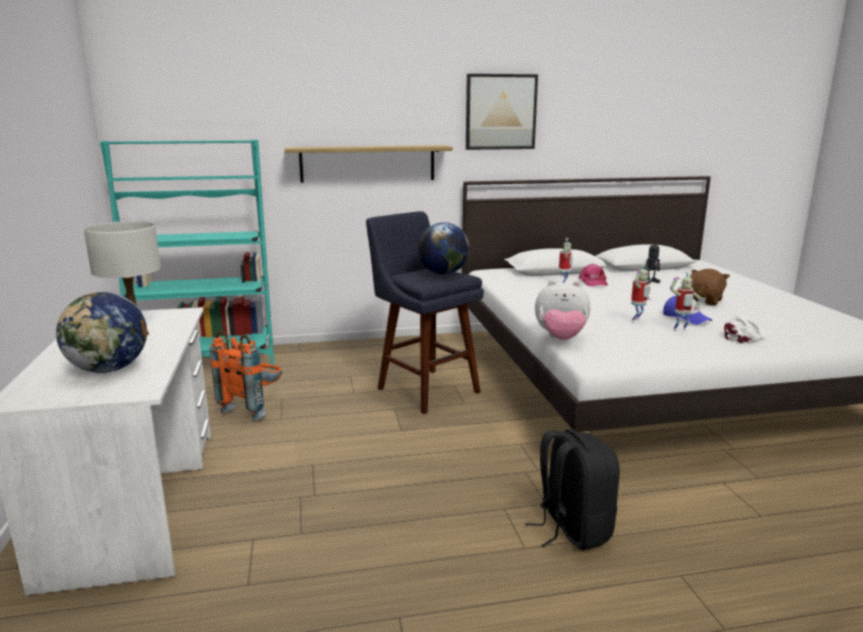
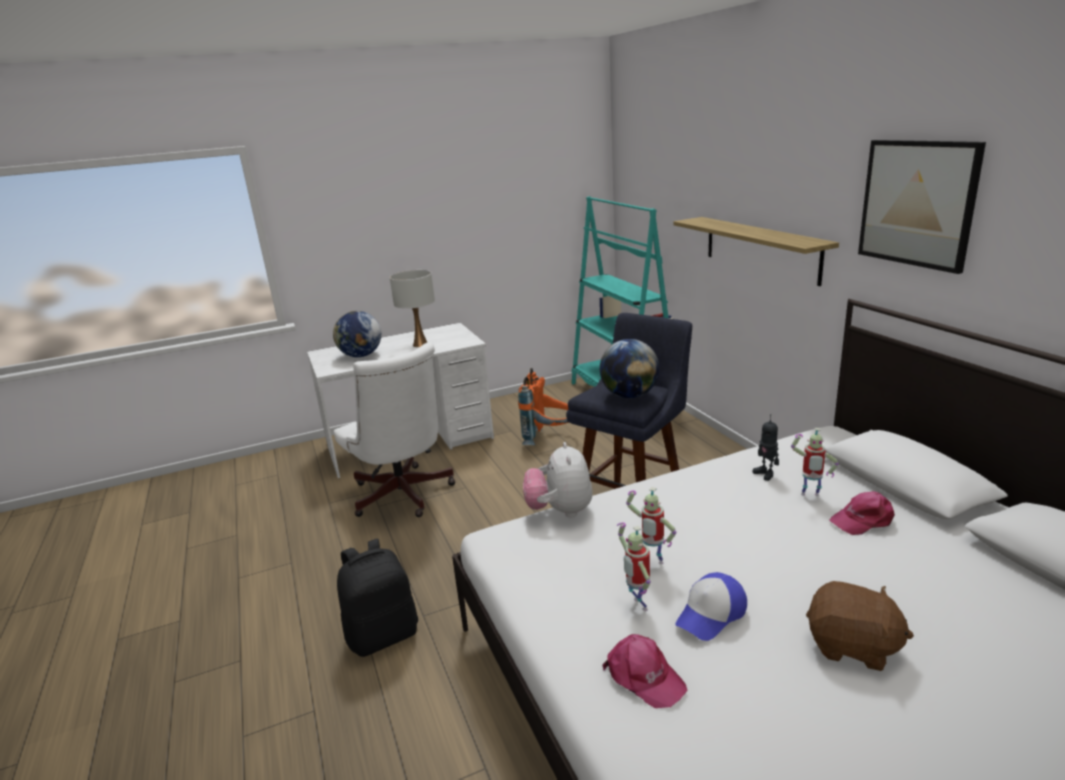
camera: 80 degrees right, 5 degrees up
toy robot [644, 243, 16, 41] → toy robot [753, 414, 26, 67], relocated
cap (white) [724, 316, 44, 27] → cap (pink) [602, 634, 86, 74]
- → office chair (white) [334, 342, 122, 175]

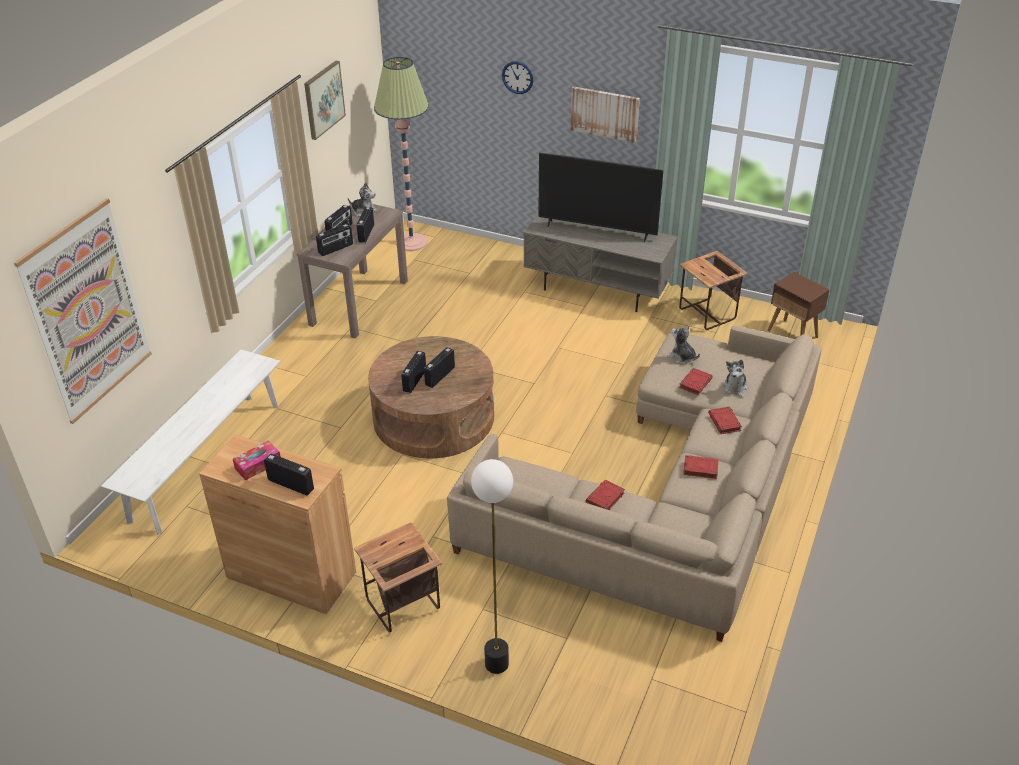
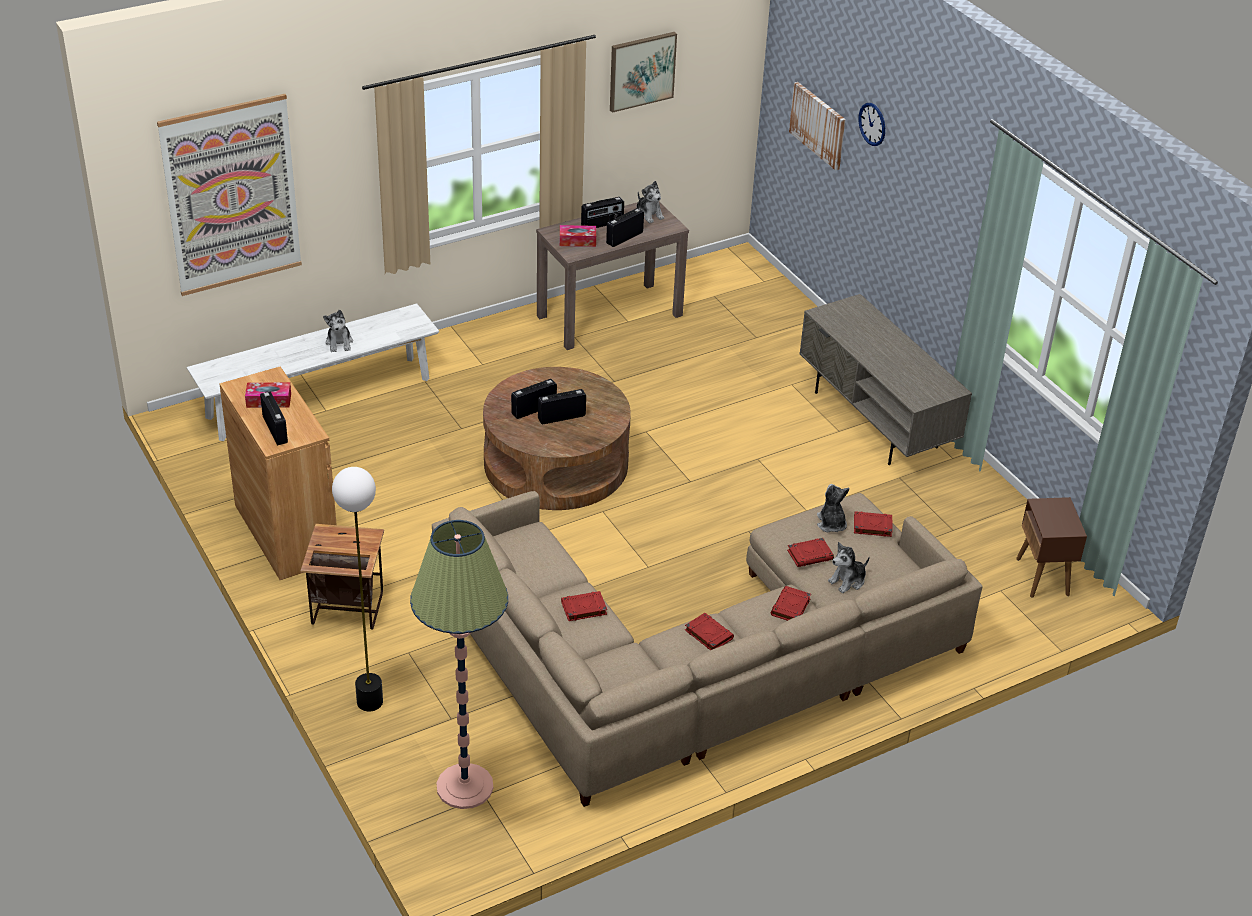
camera: 35 degrees right, 0 degrees up
radio [316, 224, 37, 32] → tissue box [560, 225, 36, 22]
floor lamp [374, 57, 55, 194] → floor lamp [410, 520, 98, 289], relocated
television [538, 153, 125, 89] → -
picture [571, 86, 69, 57] → picture [789, 82, 57, 89], relocated
side table [679, 251, 69, 79] → -
- → plush toy [323, 310, 30, 42]
- → book (red) [854, 511, 39, 26]

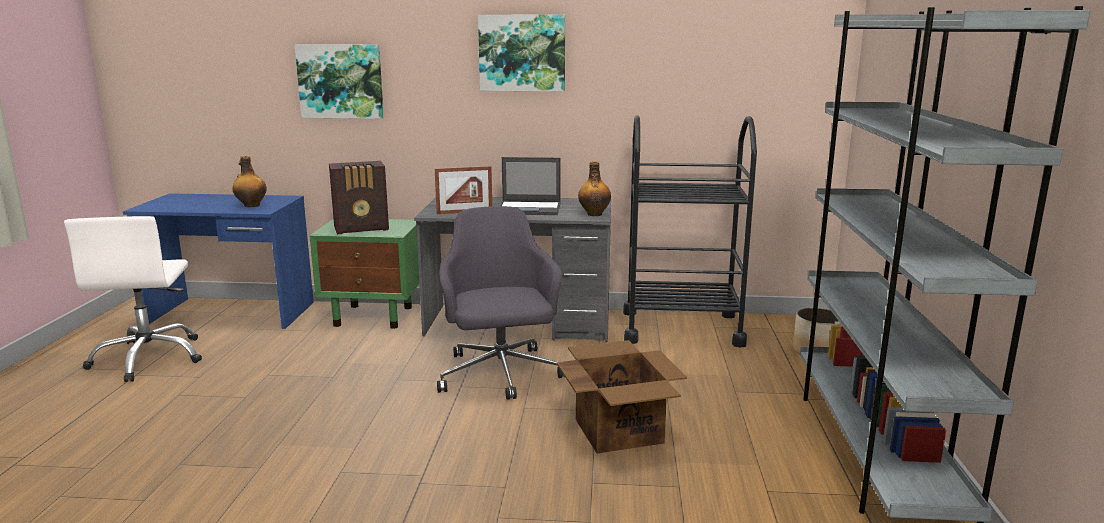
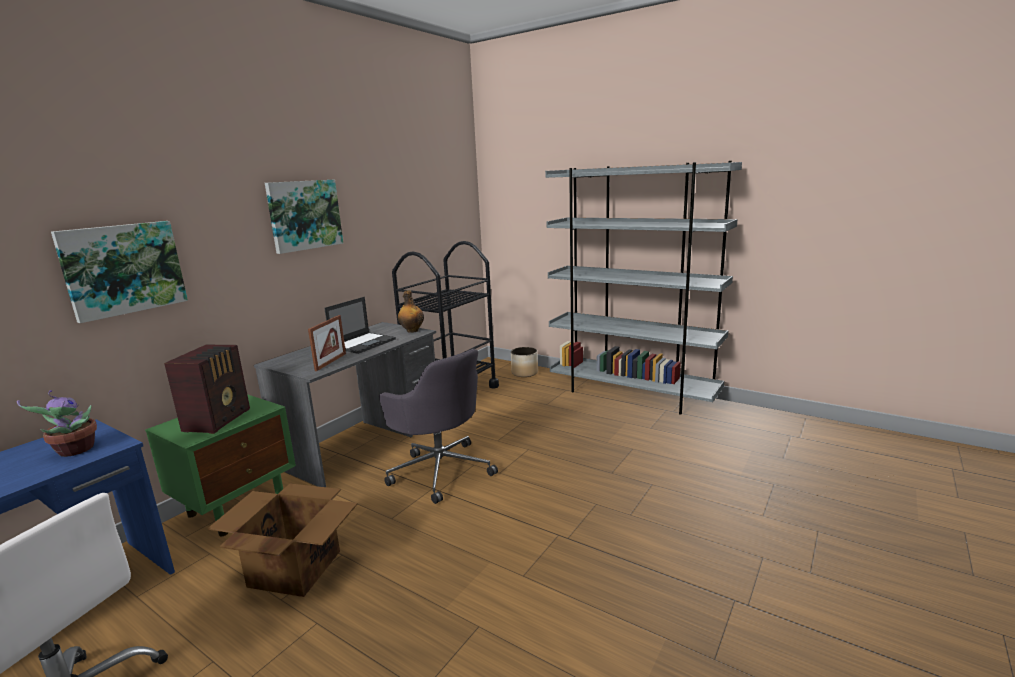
camera: 60 degrees left, 0 degrees up
bottle [232, 156, 35, 51] → potted plant [17, 390, 80, 67]
office chair (grey) [437, 206, 129, 194] → office chair (grey) [379, 349, 119, 155], 150 degrees counterclockwise
cardboard box [557, 340, 130, 113] → cardboard box [208, 484, 150, 113], relocated

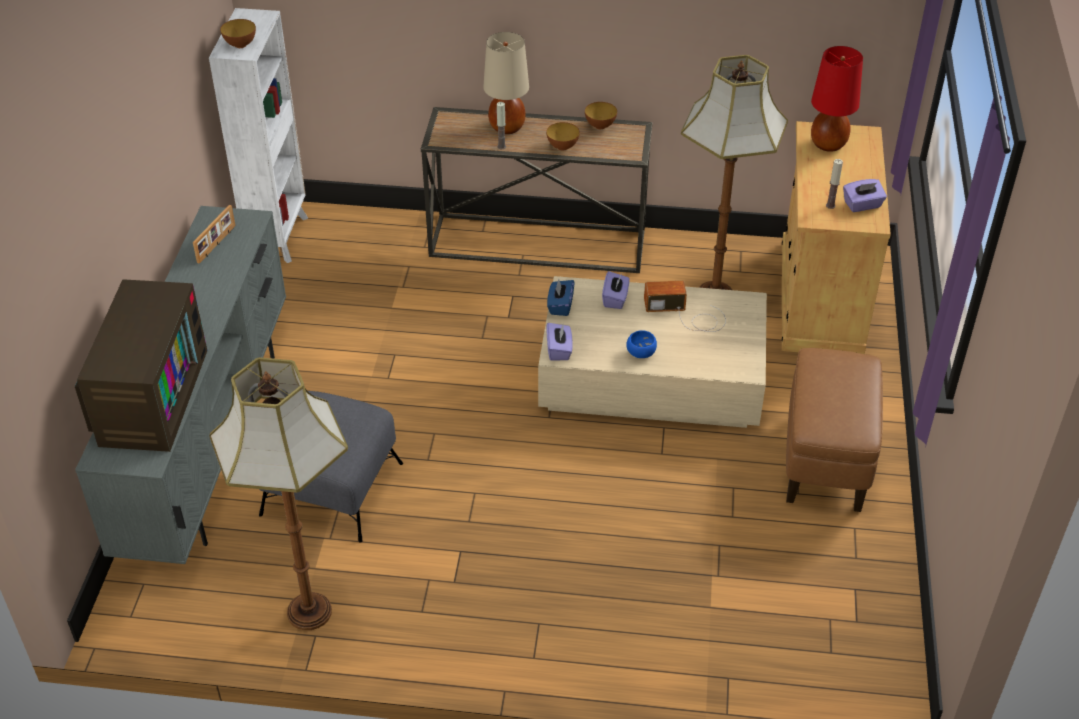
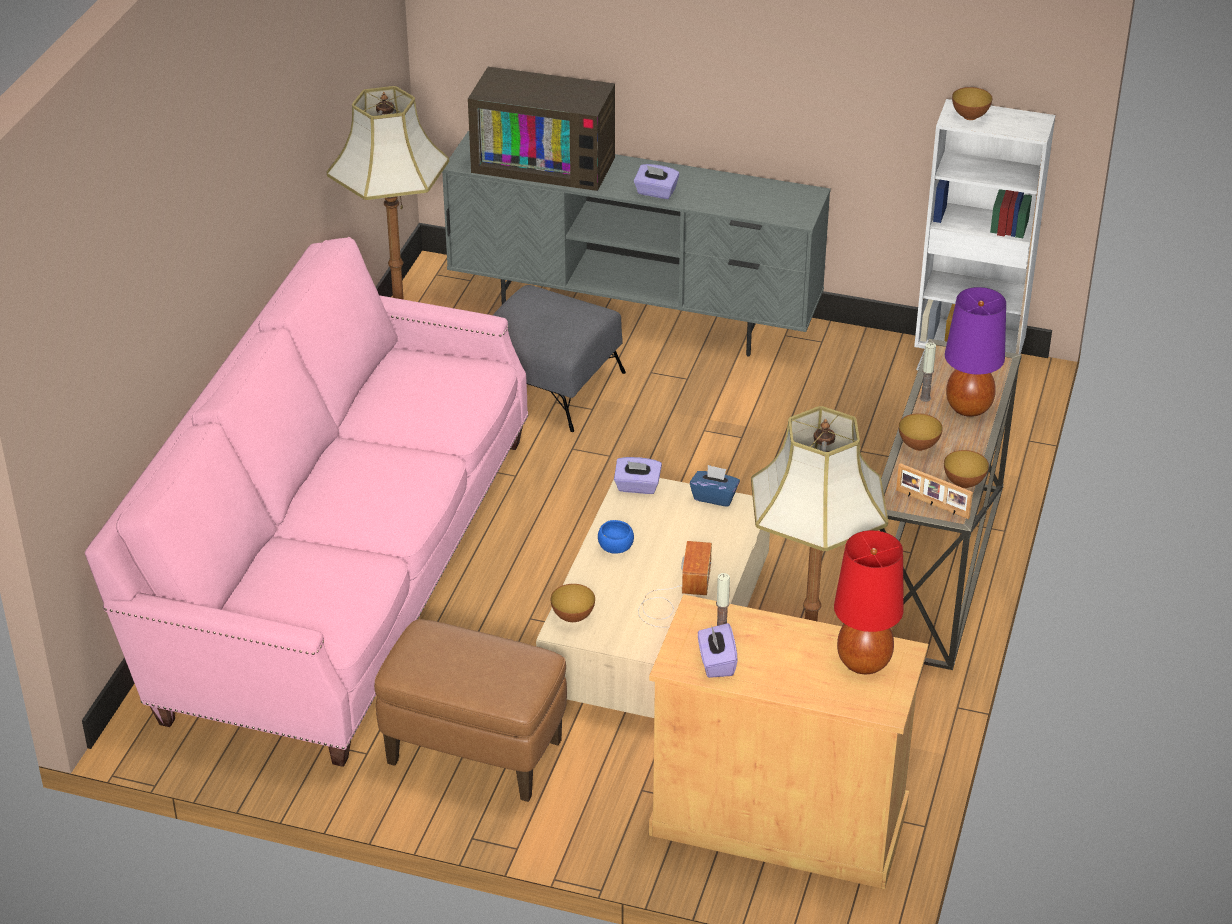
camera: 100 degrees right, 5 degrees down
picture frame [193, 205, 42, 59] → picture frame [896, 463, 77, 56], relocated
table lamp (beige) [483, 32, 46, 102] → table lamp (purple) [945, 287, 61, 130]
tissue box (purple) [602, 271, 27, 38] → tissue box (purple) [634, 164, 46, 35], relocated
- → sofa (pink) [85, 237, 443, 530]
- → bowl [551, 584, 44, 38]

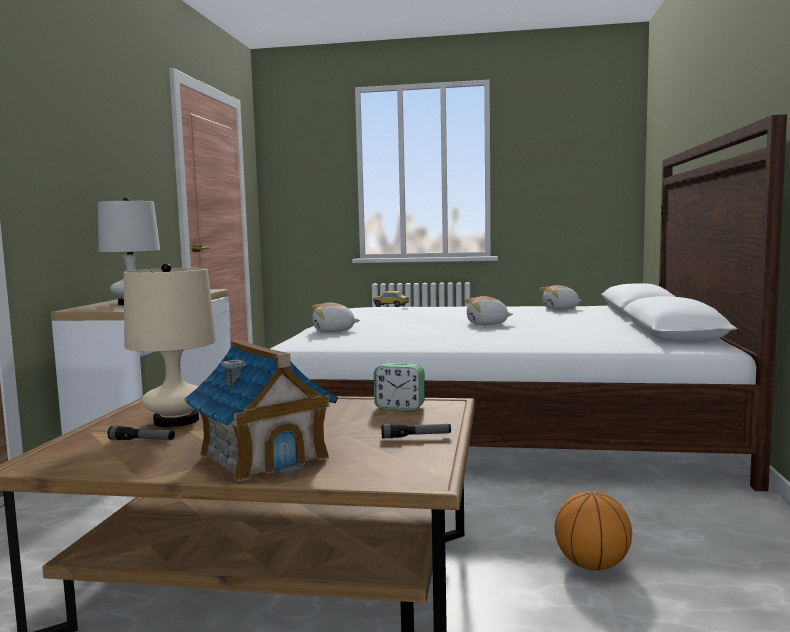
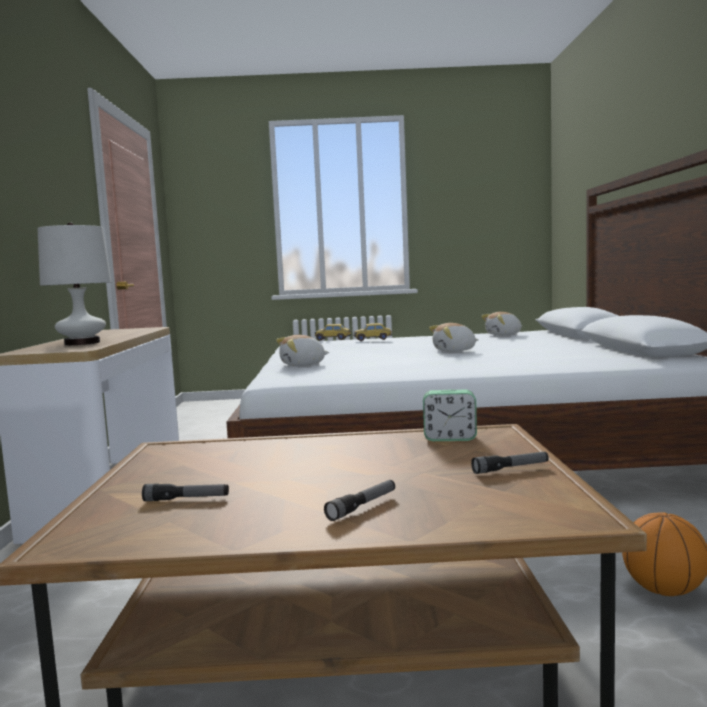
camera: 10 degrees left, 0 degrees up
table lamp (beige) [124, 263, 92, 164] → -
toy house [184, 340, 154, 142] → flashlight [324, 480, 71, 41]
- → toy car [354, 323, 38, 18]

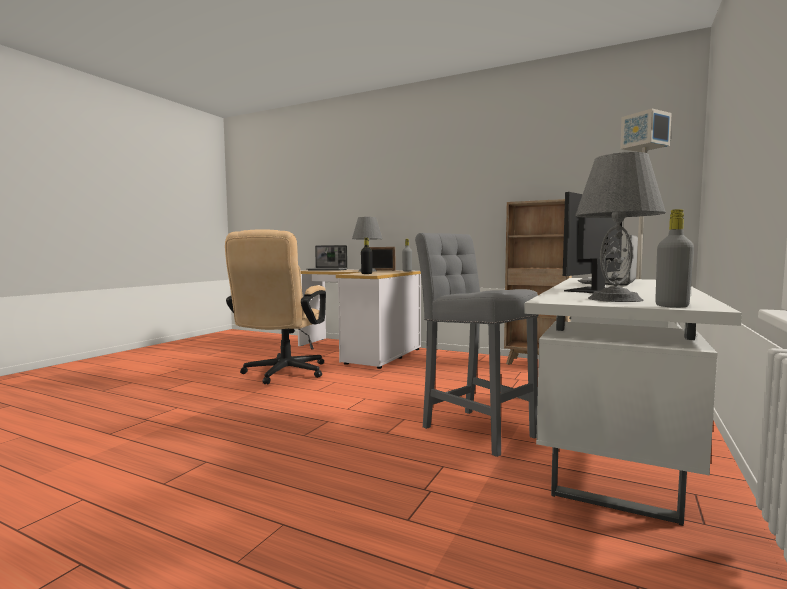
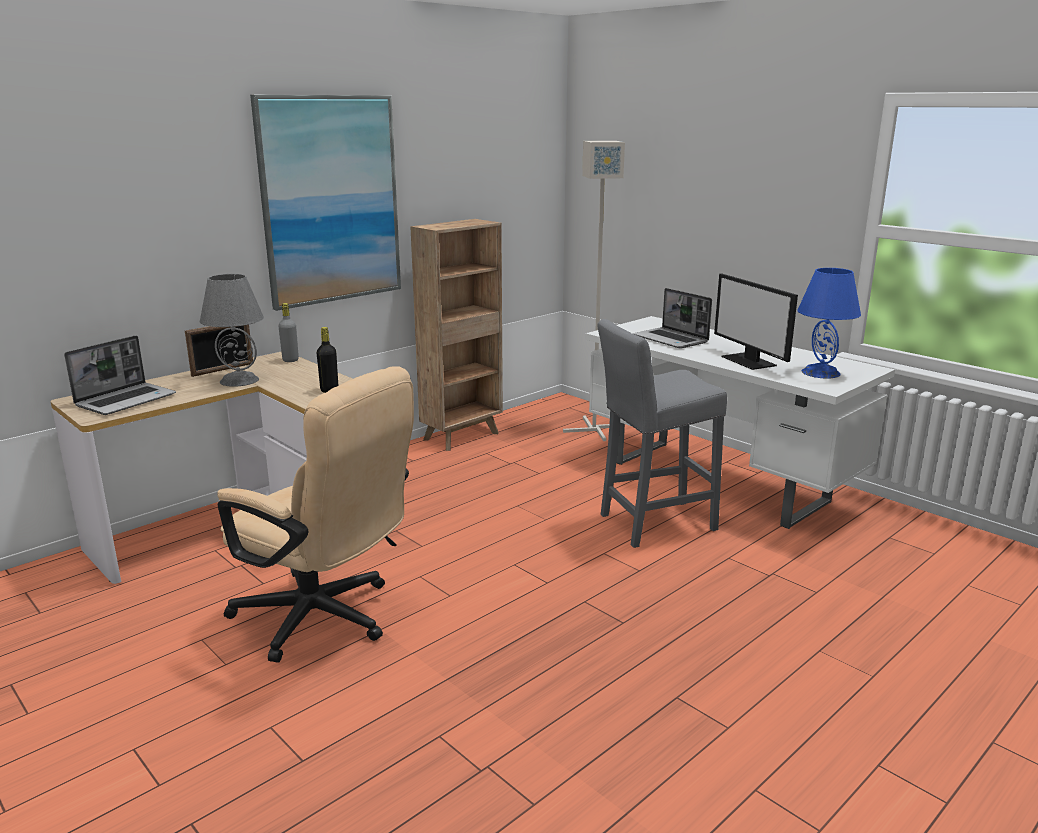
camera: 70 degrees left, 15 degrees up
table lamp (grey) [575, 152, 91, 150] → table lamp (blue) [797, 268, 64, 111]
bottle (grey) [655, 209, 39, 99] → -
- → picture [250, 95, 151, 216]

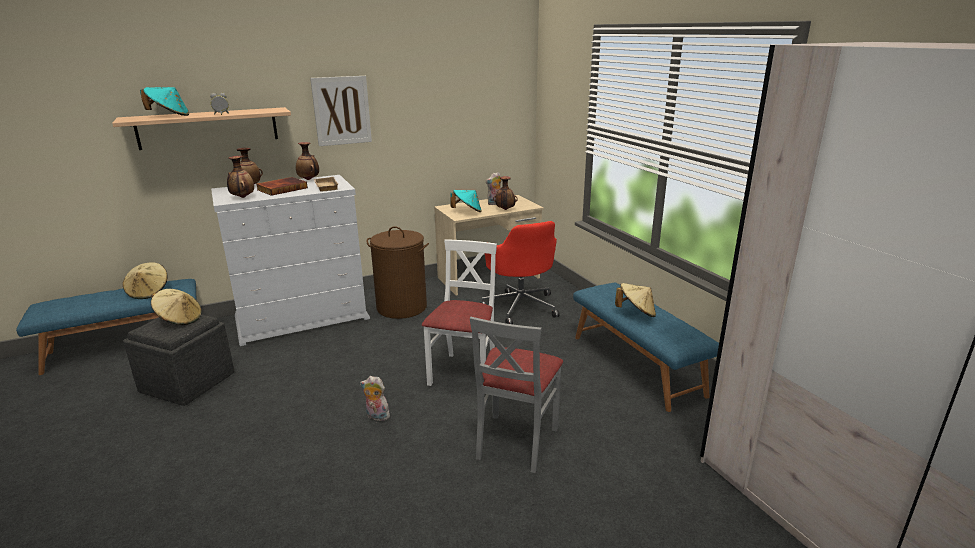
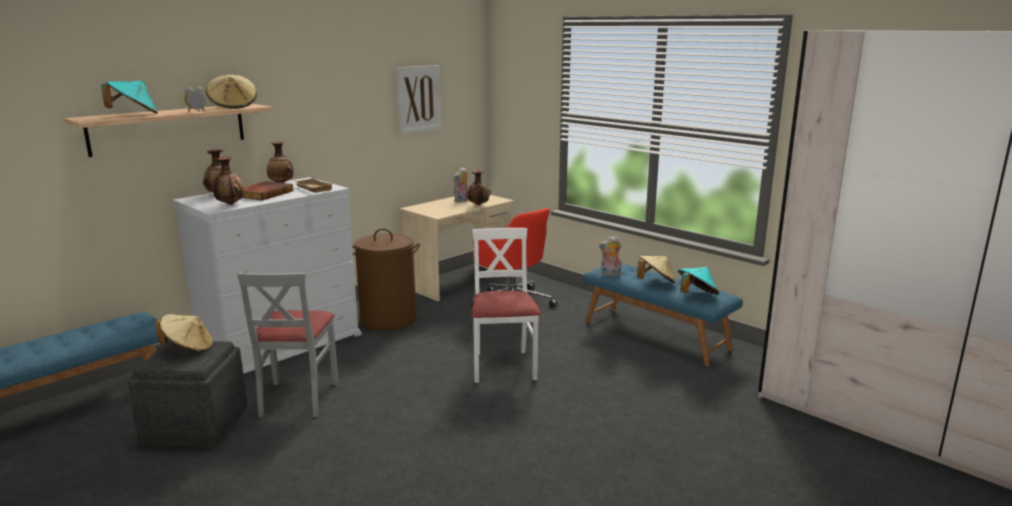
camera: 20 degrees left, 5 degrees down
hat (beige) [123, 262, 45, 37] → hat (beige) [206, 75, 51, 34], relocated
picture [310, 76, 62, 70] → picture [396, 65, 45, 69], relocated
plush toy [360, 376, 30, 45] → plush toy [599, 236, 23, 40], relocated
hat (turquoise) [450, 190, 32, 22] → hat (turquoise) [678, 267, 41, 28], relocated
chair (grey) [470, 317, 93, 156] → chair (grey) [237, 273, 101, 144], relocated

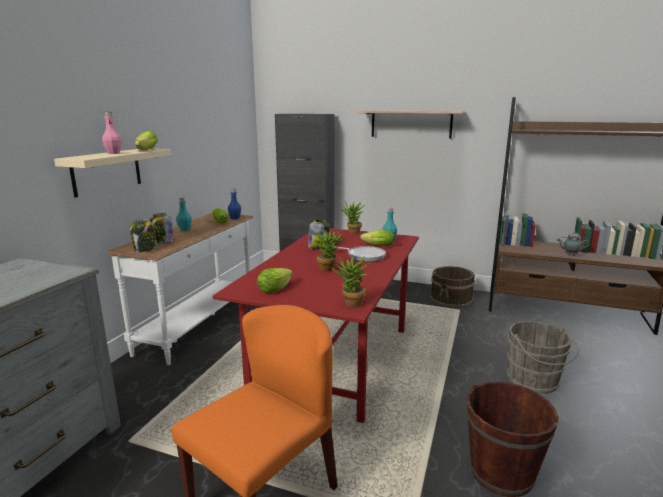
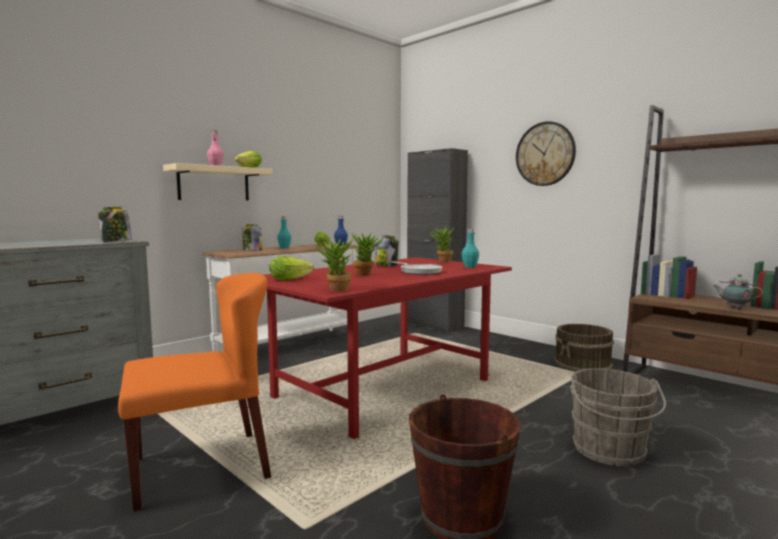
camera: 25 degrees right, 10 degrees down
jar [129, 219, 29, 33] → jar [98, 207, 34, 35], relocated
shelf [356, 110, 108, 29] → wall clock [516, 121, 60, 65]
lettuce [360, 230, 34, 16] → -

